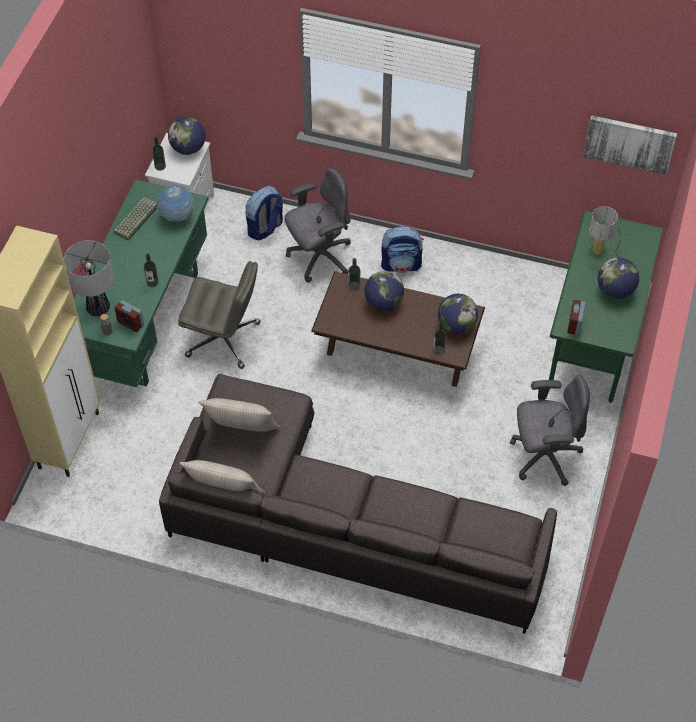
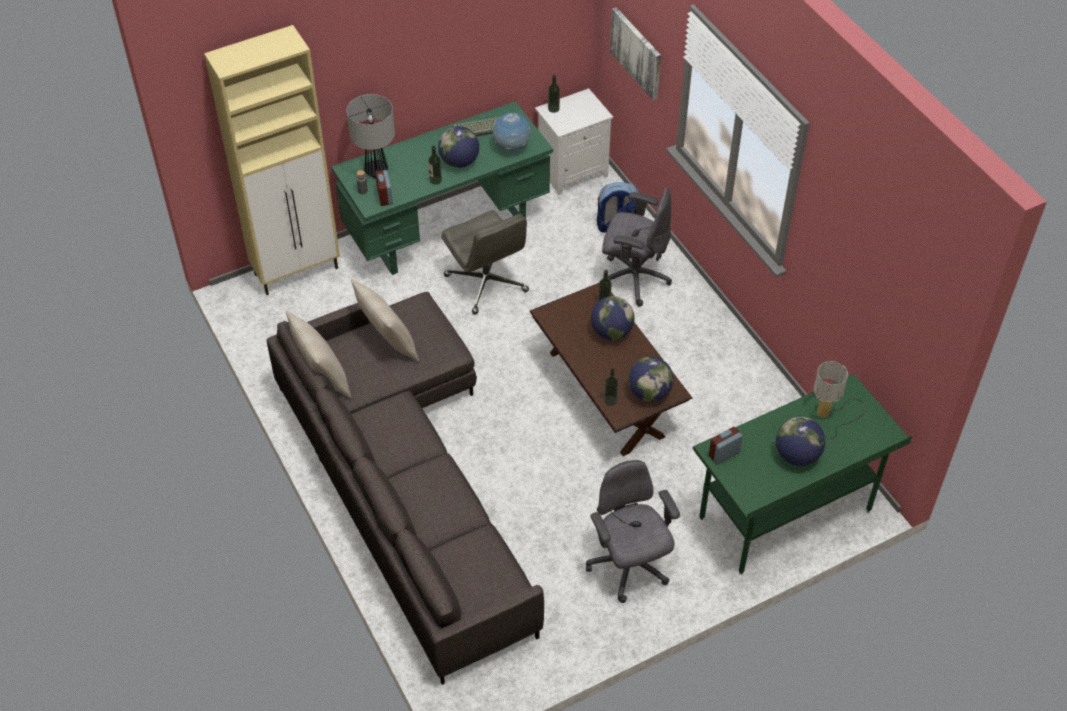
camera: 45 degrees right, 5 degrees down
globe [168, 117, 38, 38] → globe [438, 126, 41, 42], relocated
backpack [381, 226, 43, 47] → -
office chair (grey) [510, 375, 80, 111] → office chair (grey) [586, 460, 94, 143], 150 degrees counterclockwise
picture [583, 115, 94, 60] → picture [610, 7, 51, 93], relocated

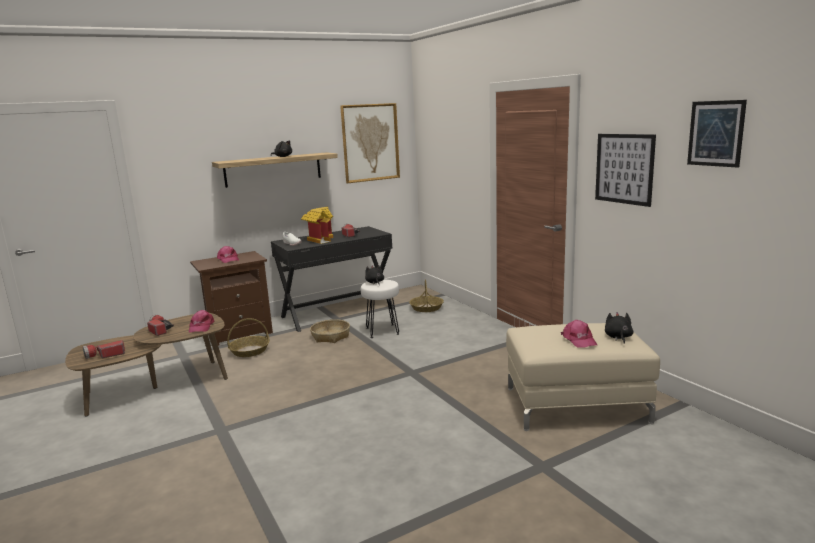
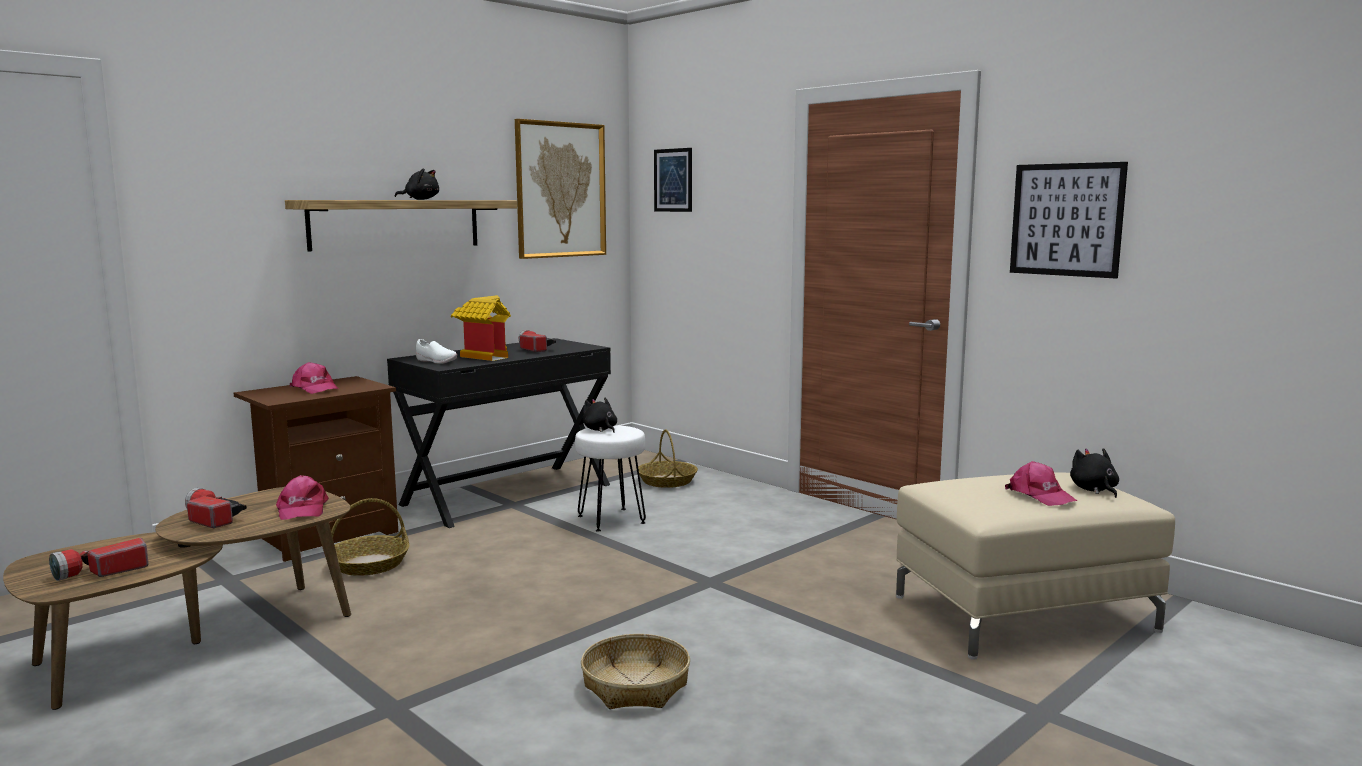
camera: 15 degrees left, 5 degrees down
basket [310, 319, 40, 24] → basket [581, 634, 109, 75], relocated
picture [687, 100, 60, 68] → picture [654, 148, 38, 64], relocated

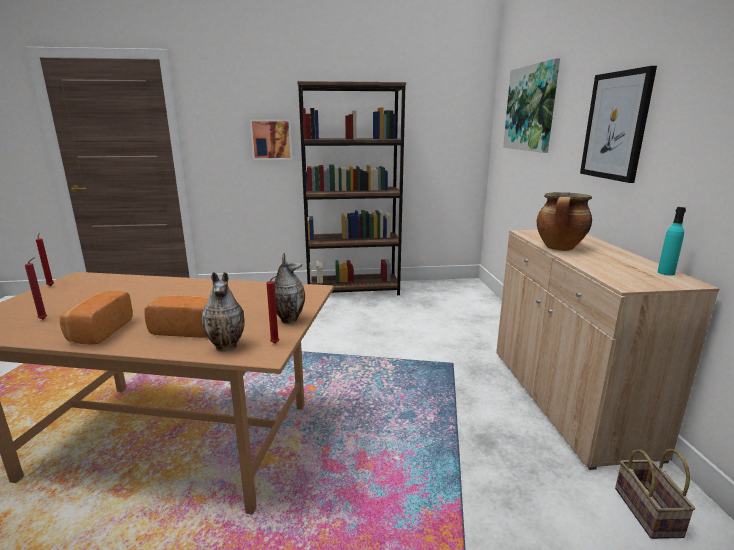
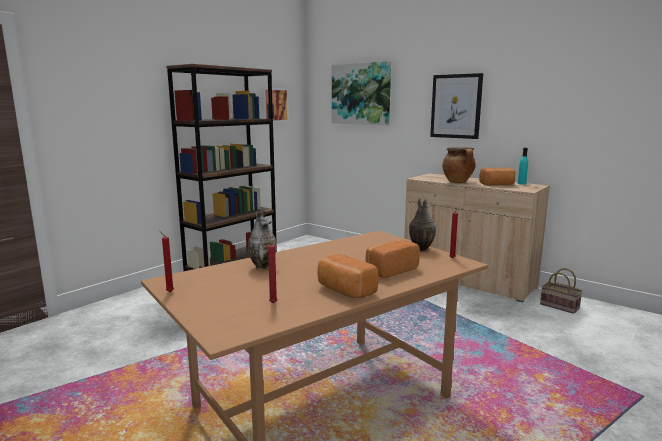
camera: 45 degrees left, 5 degrees down
vase [201, 272, 44, 79] → vase [248, 210, 28, 60], relocated
picture [250, 119, 42, 41] → picture [261, 88, 28, 34], relocated
- → bread [479, 168, 37, 17]

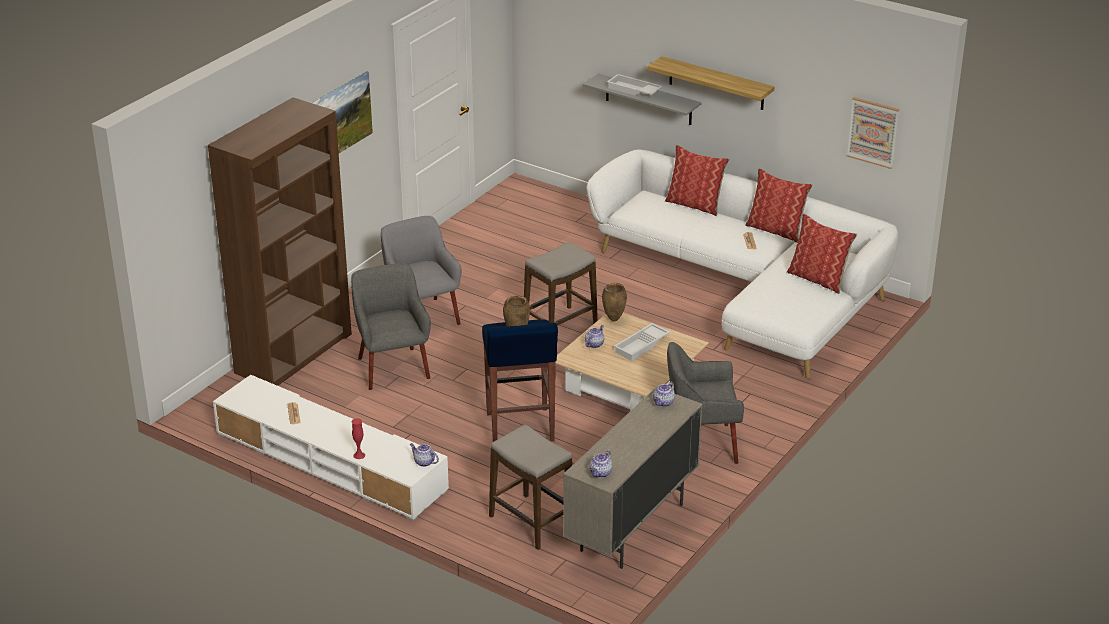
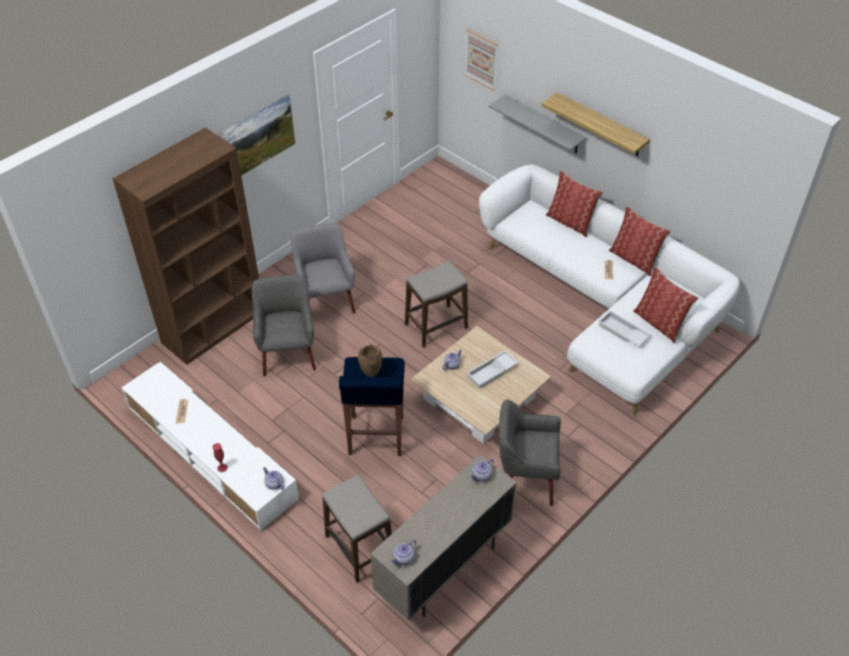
camera: 10 degrees right, 15 degrees up
vase (brown) [602, 283, 25, 39] → -
tray (white) [607, 74, 56, 21] → tray (white) [598, 310, 53, 37], relocated
picture [847, 97, 52, 72] → picture [465, 29, 33, 61], relocated

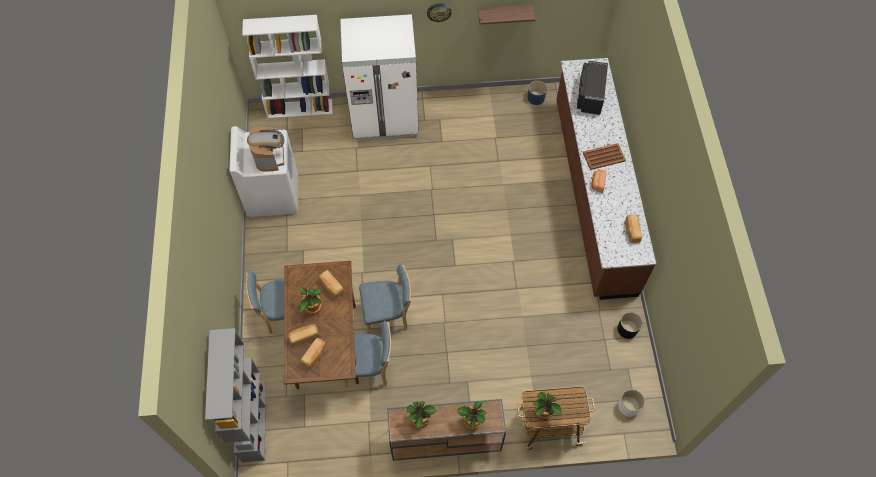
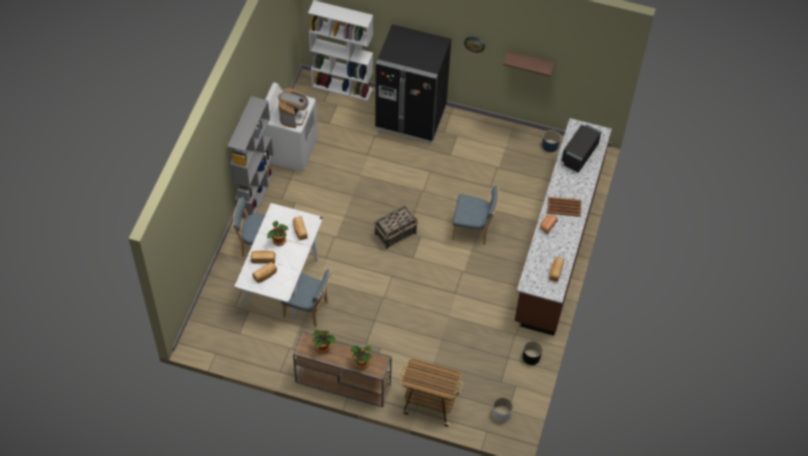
camera: 20 degrees right, 5 degrees down
bookcase (grey) [205, 328, 61, 135] → bookcase (grey) [227, 96, 48, 122], relocated
dining table (brown) [284, 261, 75, 128] → dining table (white) [234, 203, 90, 115]
fridge (white) [340, 14, 79, 126] → fridge (black) [375, 24, 76, 119]
chair (blue) [359, 264, 52, 70] → chair (blue) [452, 186, 47, 59], relocated
potted plant [533, 392, 29, 28] → -
- → basket [374, 205, 44, 44]

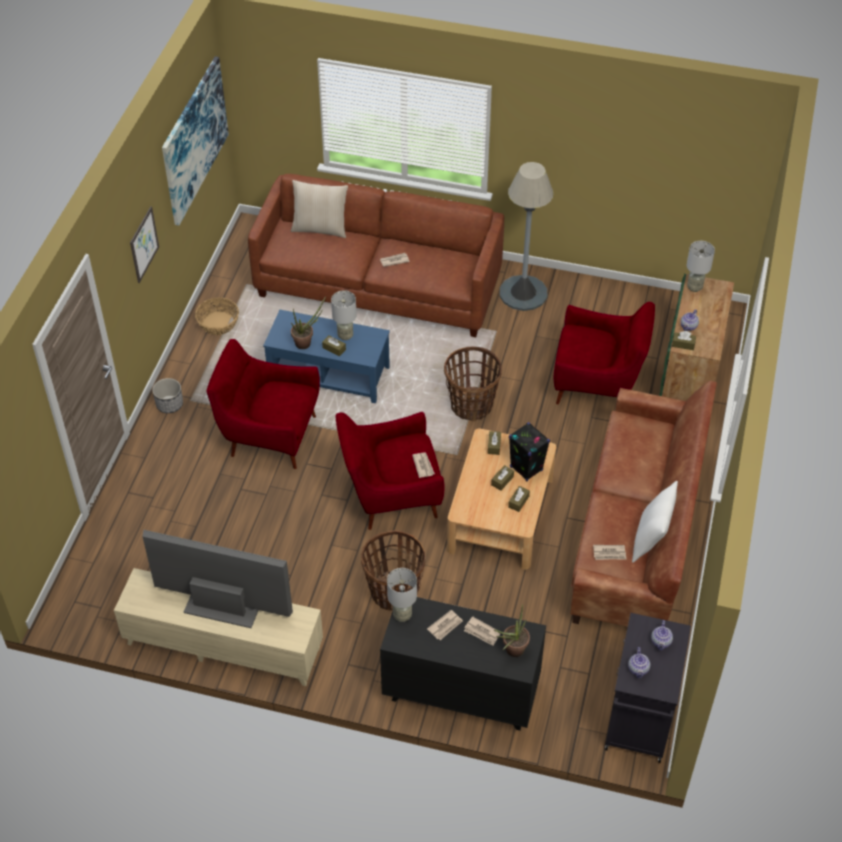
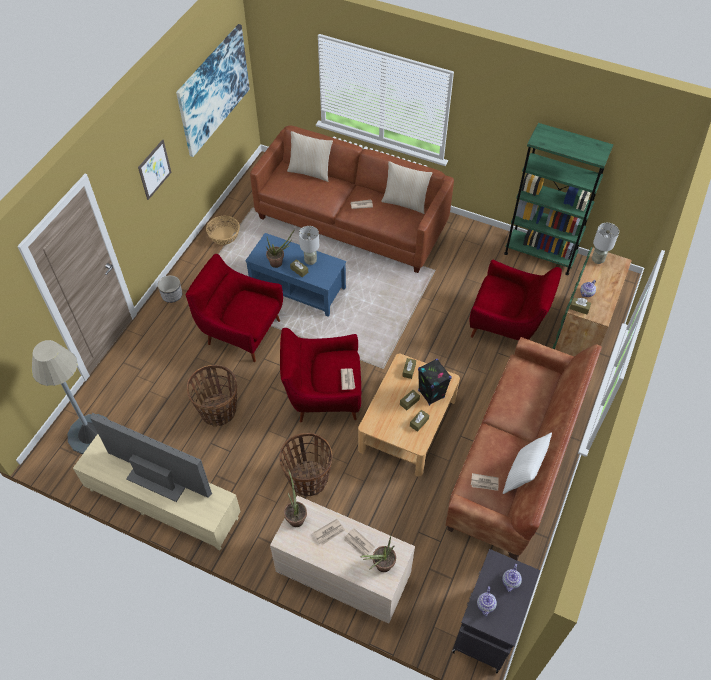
camera: 10 degrees right, 5 degrees up
dresser (black) [380, 597, 166, 134] → dresser (beige) [270, 495, 145, 129]
table lamp (grey) [387, 568, 30, 54] → potted plant [284, 469, 23, 58]
basket [444, 347, 58, 74] → basket [187, 365, 50, 62], relocated
floor lamp (grey) [500, 162, 54, 149] → floor lamp (grey) [32, 340, 76, 114], relocated
- → pillow (beige) [381, 161, 51, 53]
- → bookcase (green) [504, 123, 109, 152]

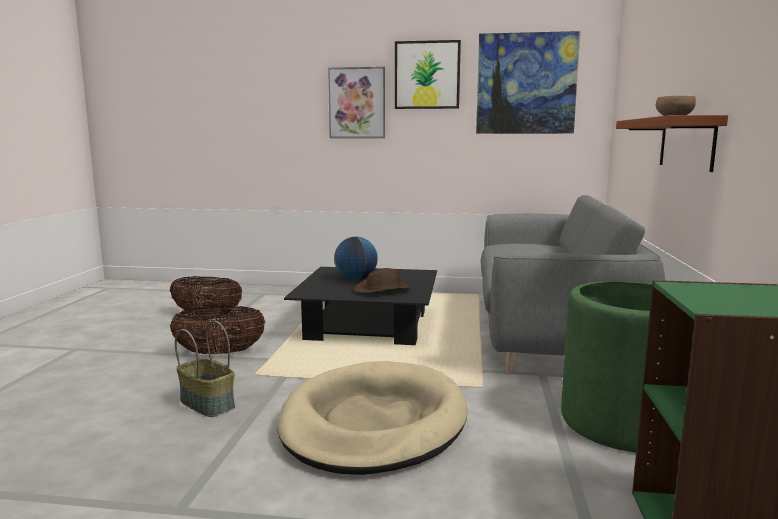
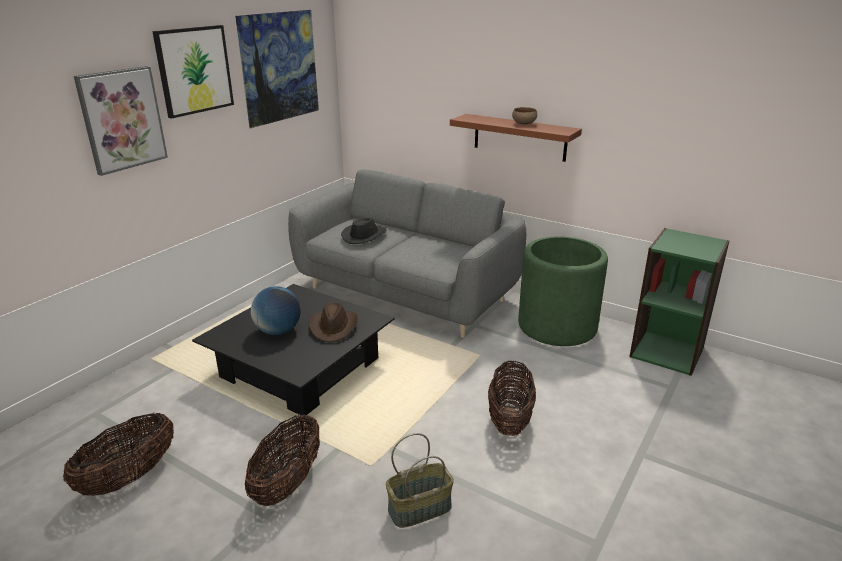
camera: 65 degrees left, 15 degrees up
dog bed (beige) [277, 361, 191, 114] → basket [488, 361, 48, 75]
- → hat (black) [341, 218, 46, 26]

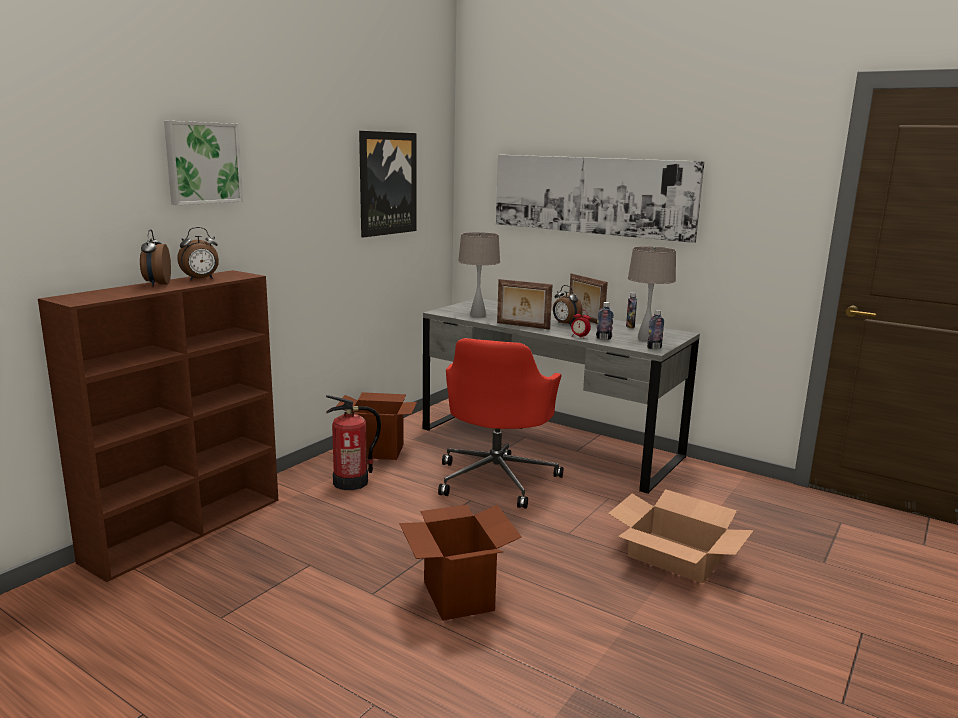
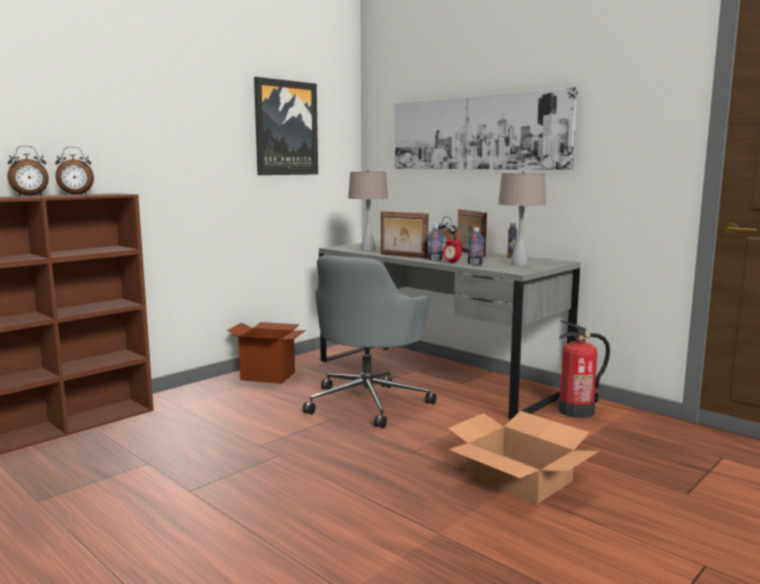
camera: 10 degrees right, 5 degrees down
alarm clock [140, 230, 31, 56] → alarm clock [7, 146, 42, 50], 120 degrees counterclockwise
picture [164, 121, 79, 84] → -
fire extinguisher [326, 395, 55, 95] → fire extinguisher [558, 321, 52, 97], relocated
cardboard box [399, 505, 123, 116] → -
office chair (red) [438, 338, 125, 171] → office chair (grey) [303, 256, 133, 172]
bottle [647, 310, 17, 39] → bottle [428, 224, 15, 36], relocated

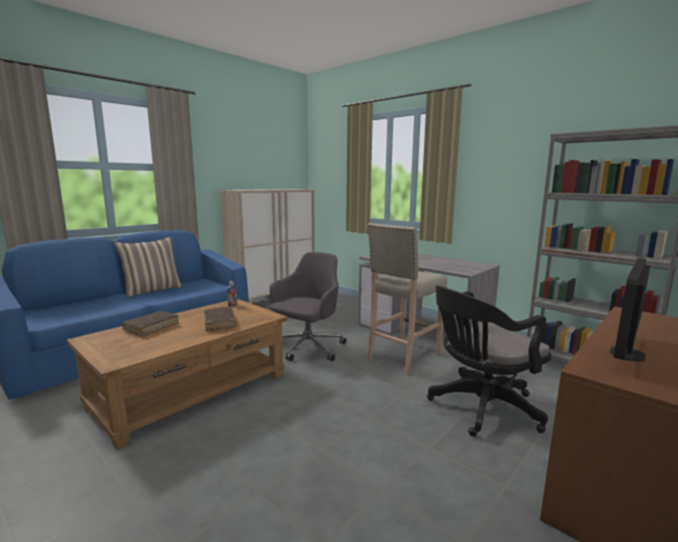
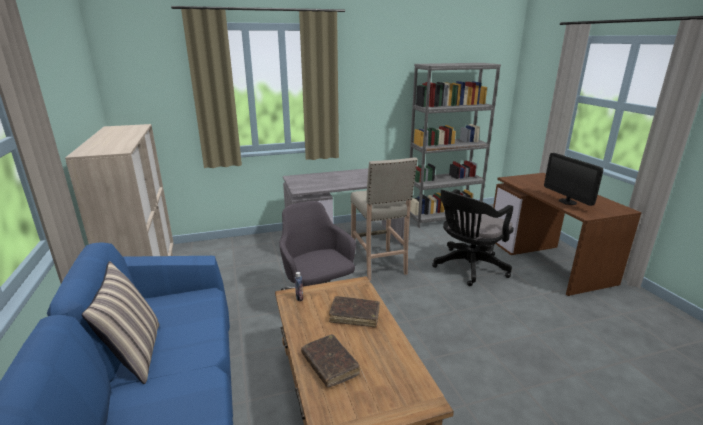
camera: 60 degrees left, 10 degrees up
office chair (black) [427, 286, 124, 151] → office chair (black) [432, 189, 82, 97], 45 degrees clockwise

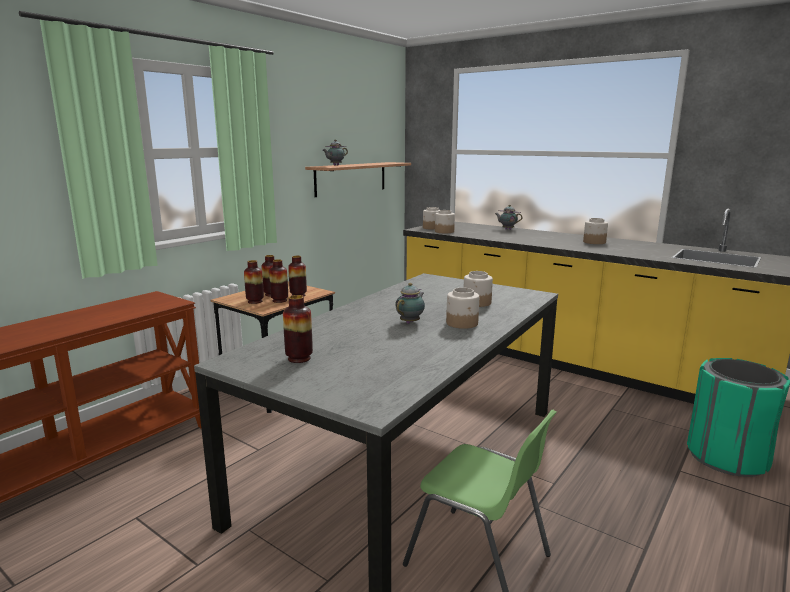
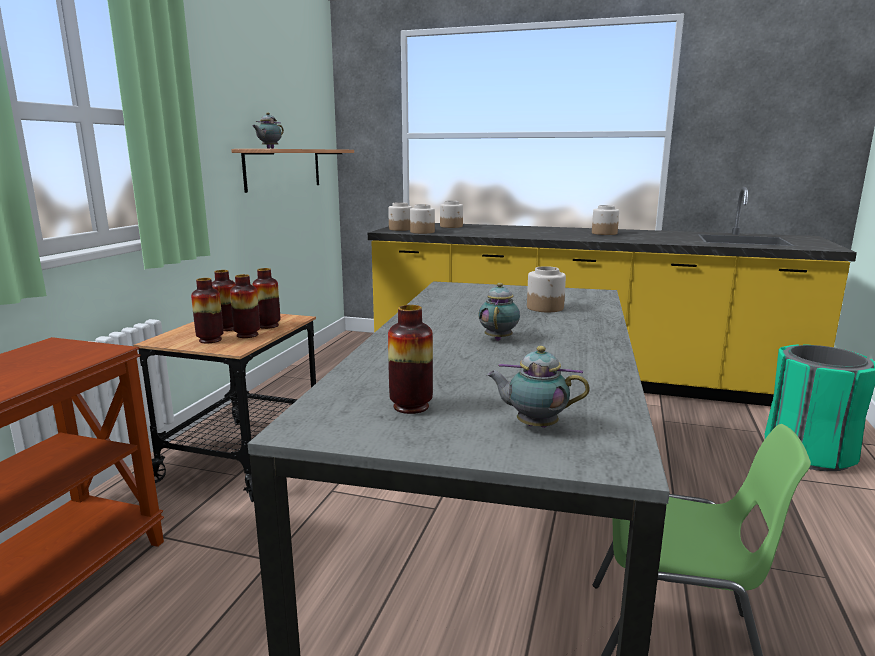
camera: 20 degrees left, 0 degrees up
jar [446, 287, 33, 42] → jar [440, 201, 23, 27], relocated
teapot [495, 205, 28, 25] → teapot [487, 346, 102, 82], relocated

